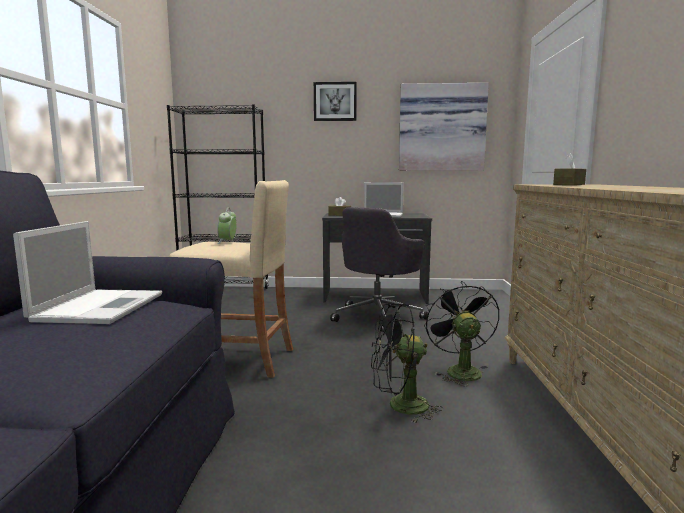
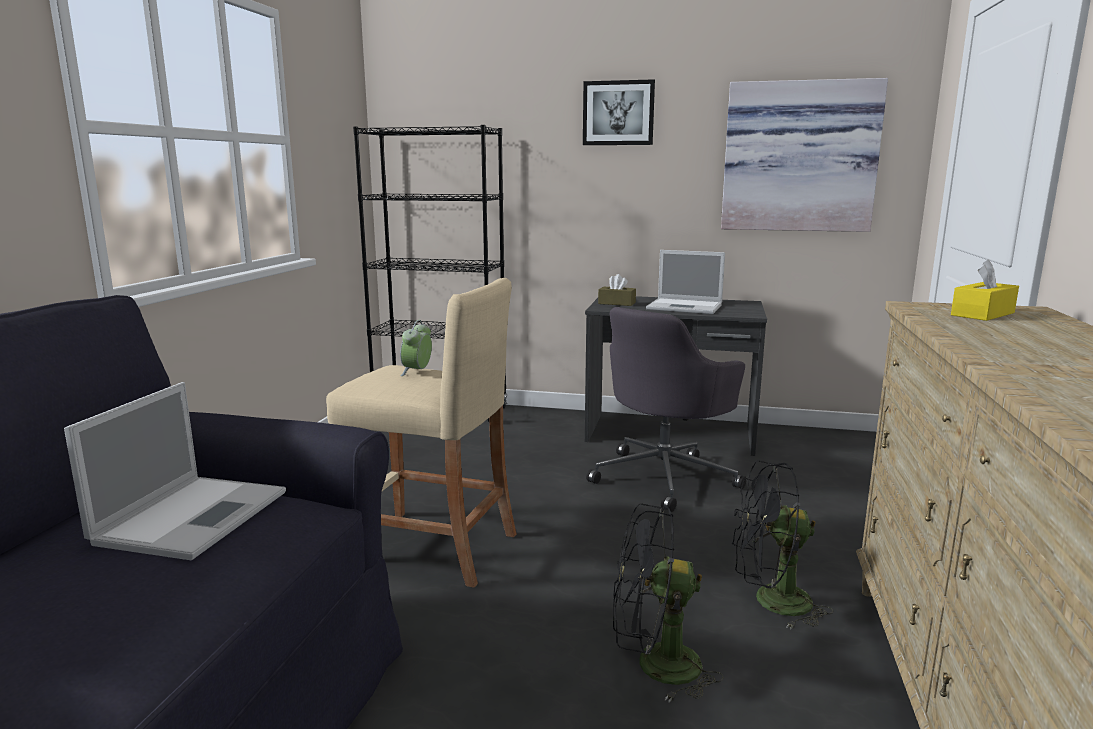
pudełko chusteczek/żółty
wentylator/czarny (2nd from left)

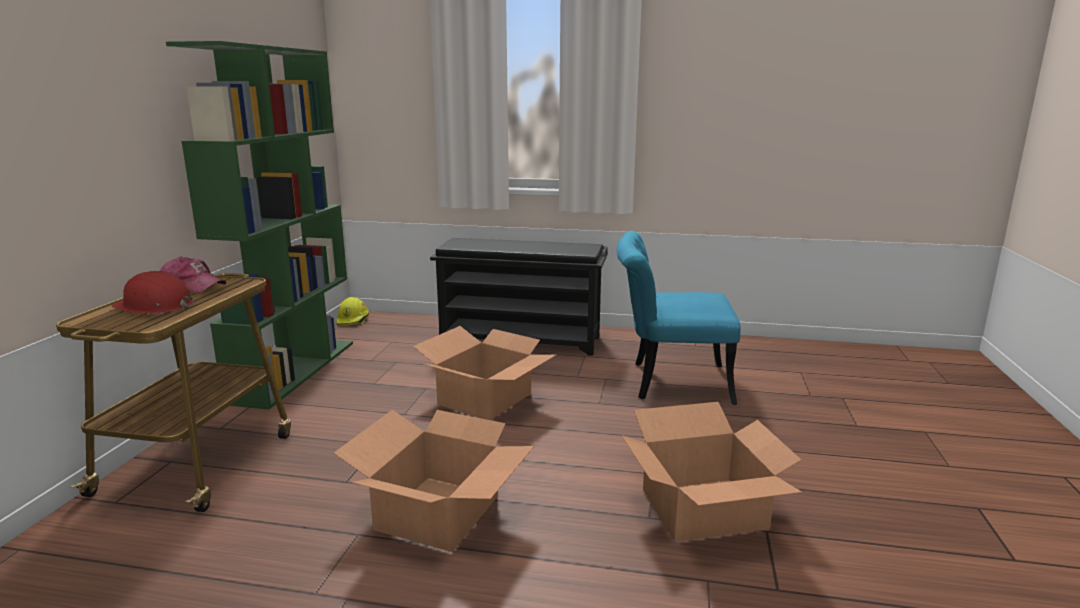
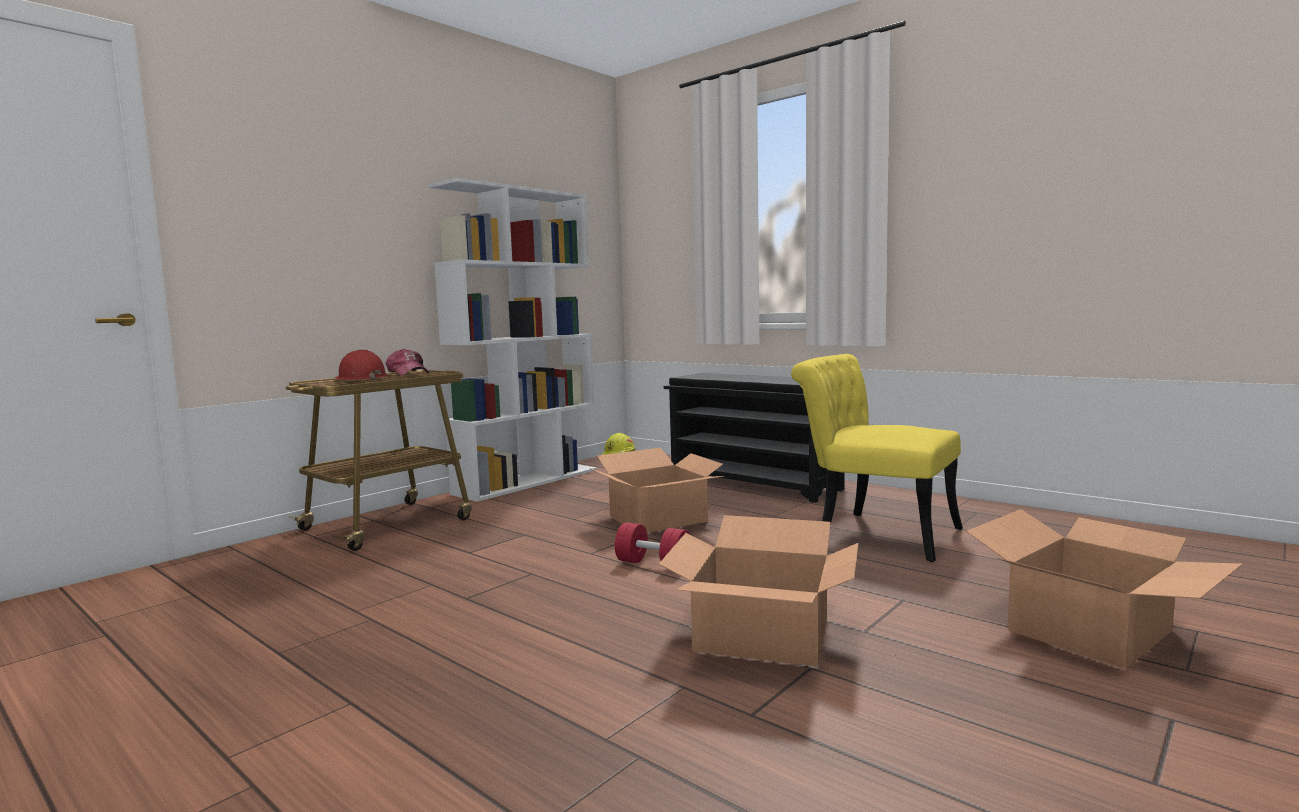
hantel/czerwony
karton (3rd from left)
regał/biały
krzesło/żółty

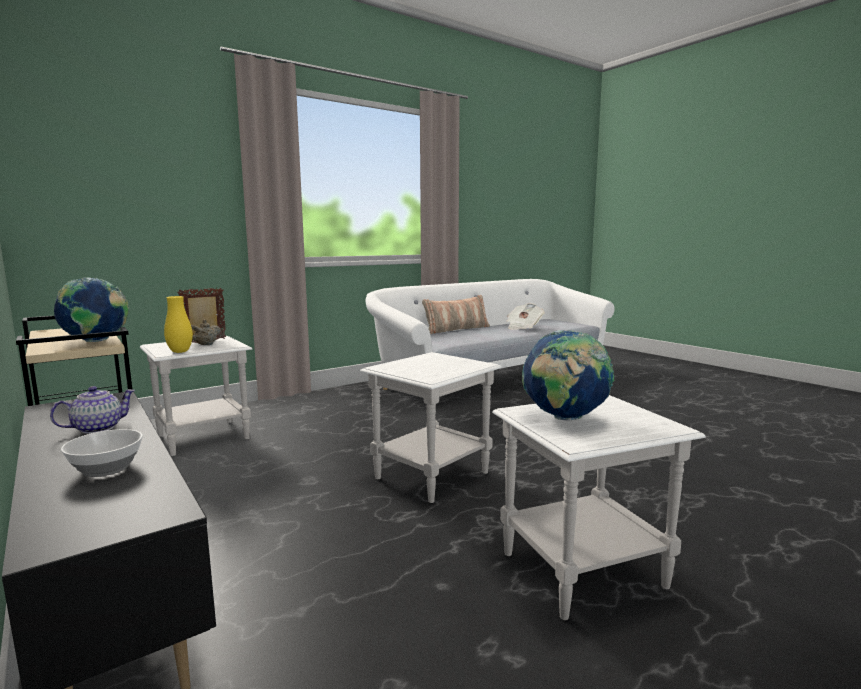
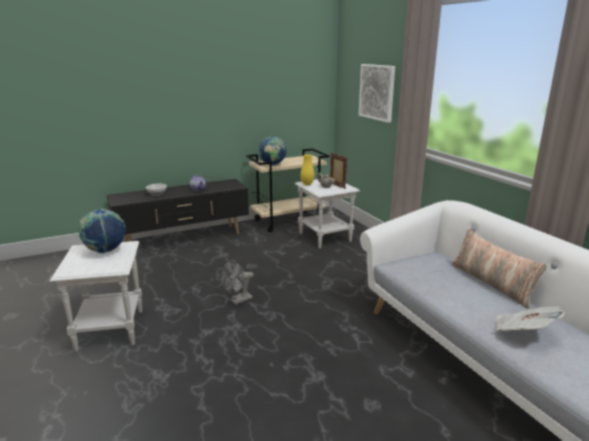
obraz
wentylator/szary

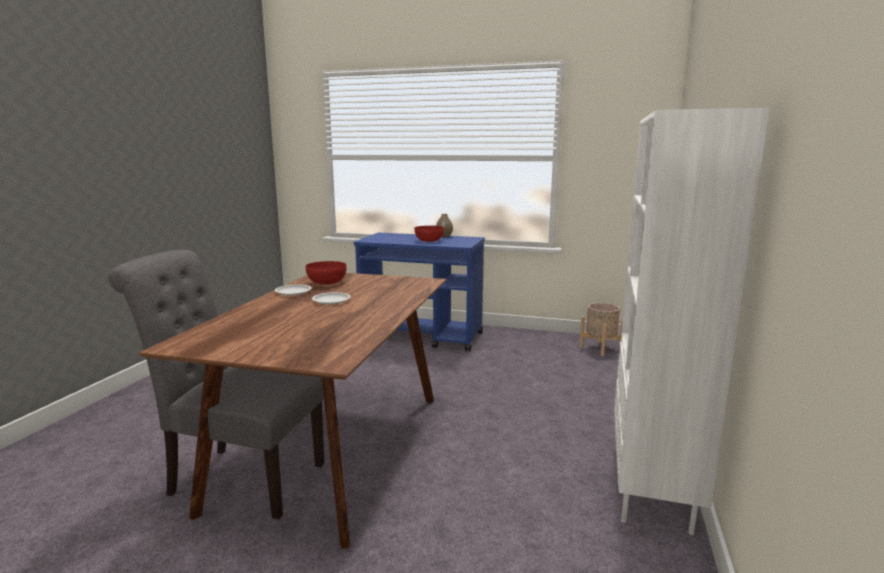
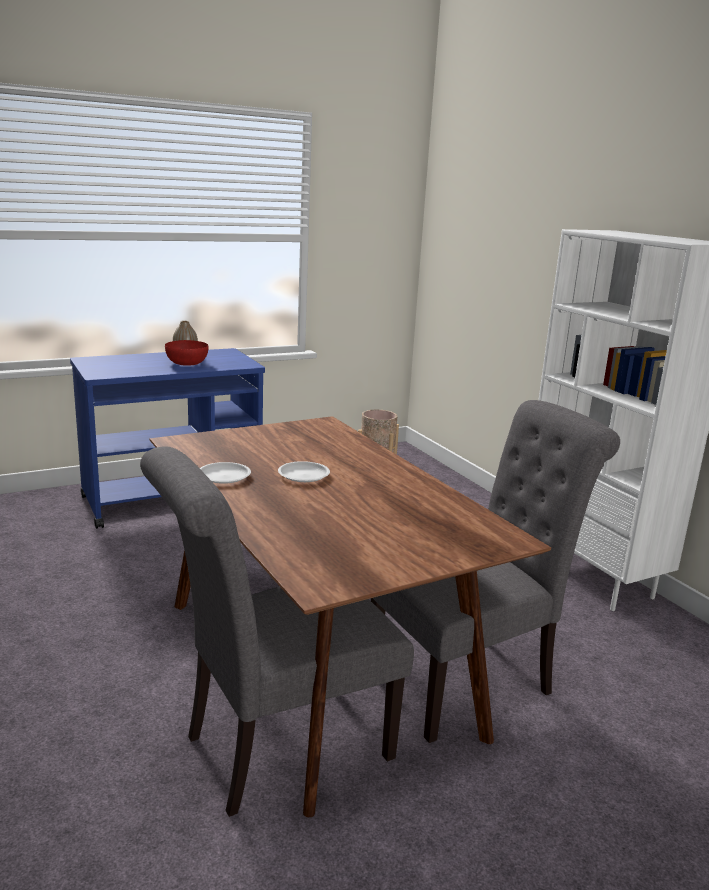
miska/czerwony (1st from left in the first image)
krzesło/szary (2nd from left)

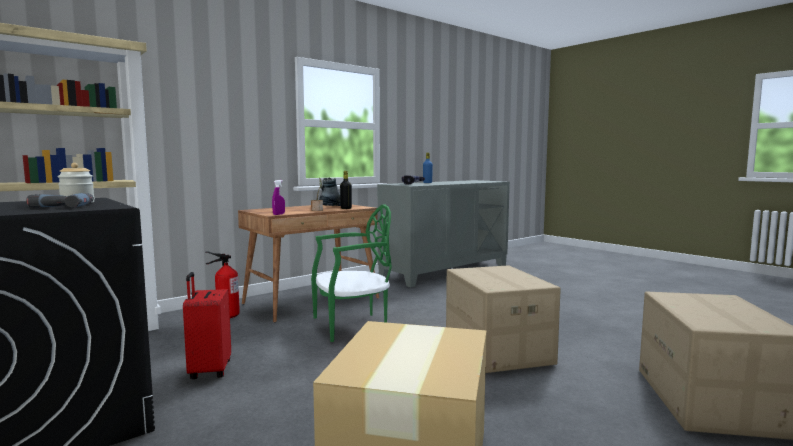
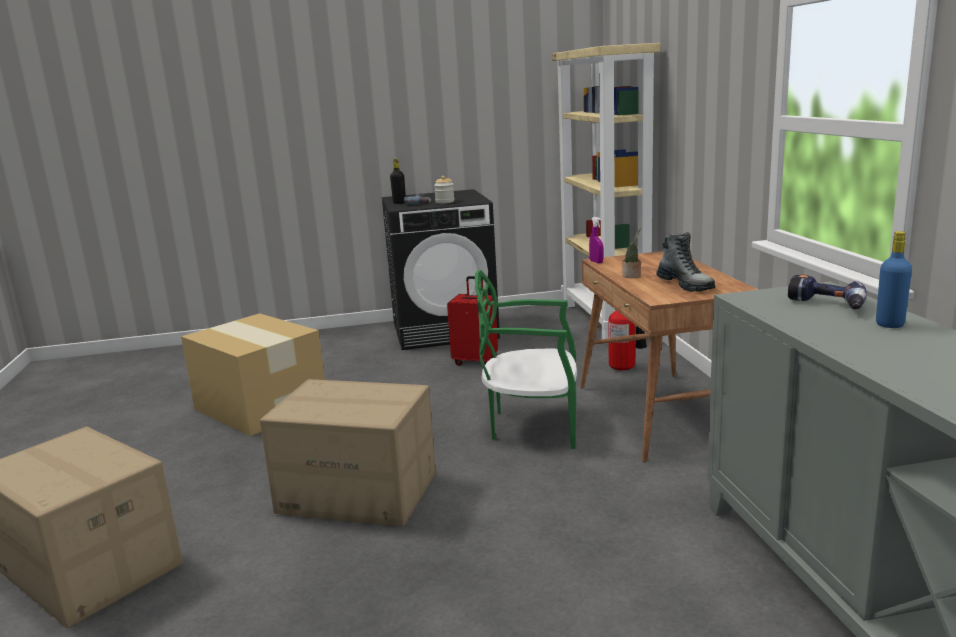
butelka/czarny
krzesło/zielony

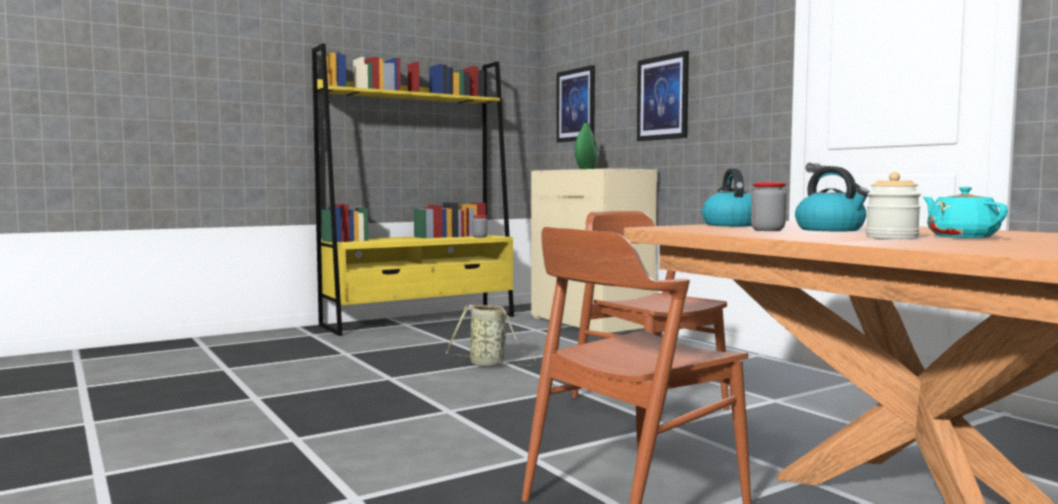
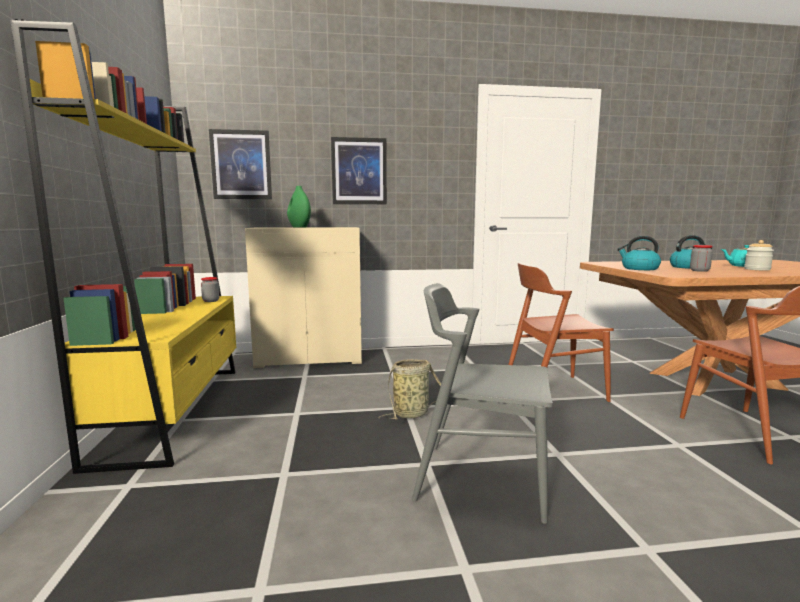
krzesło/szary

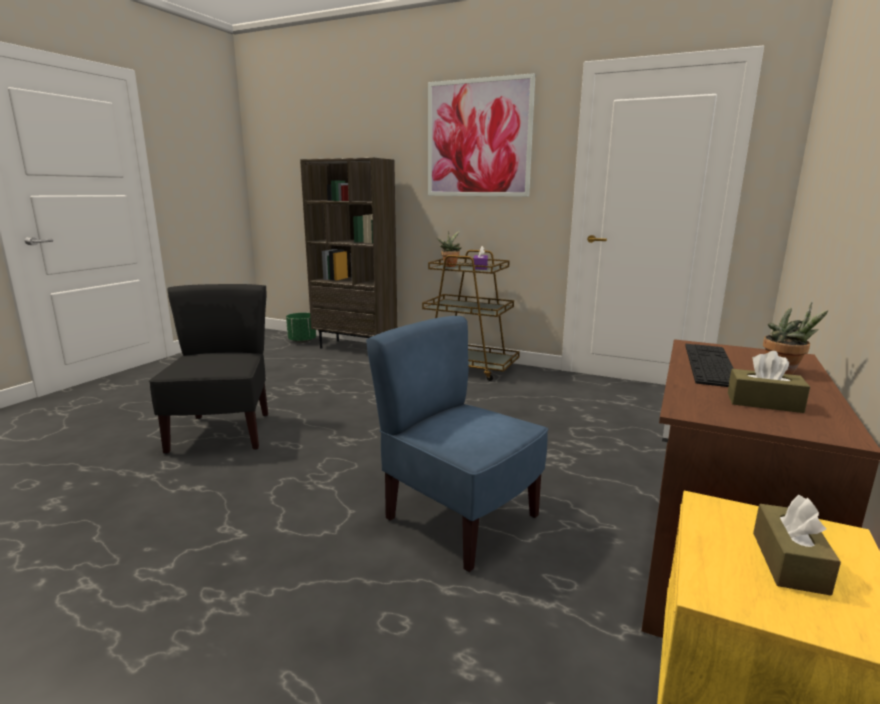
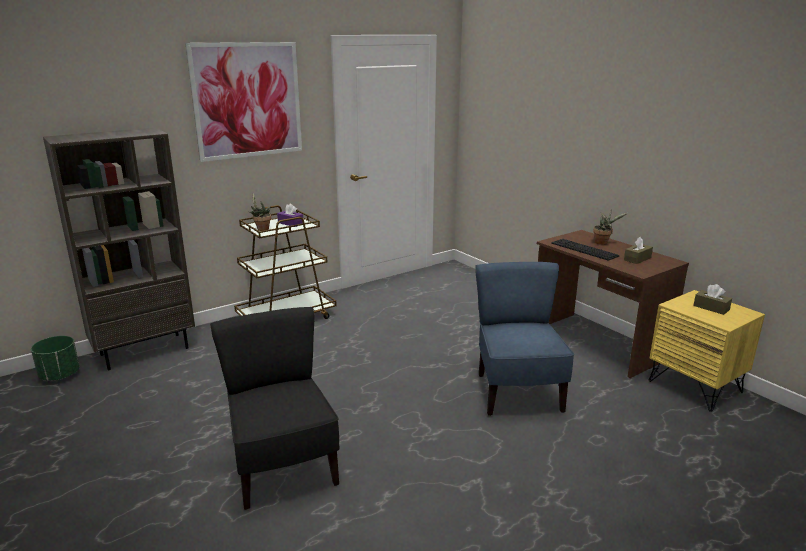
krzesło/czarny
krzesło/niebieski

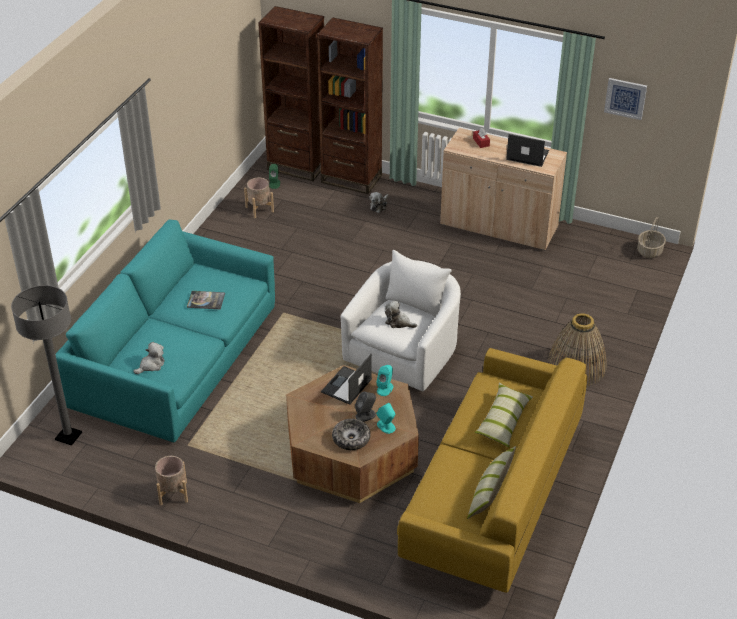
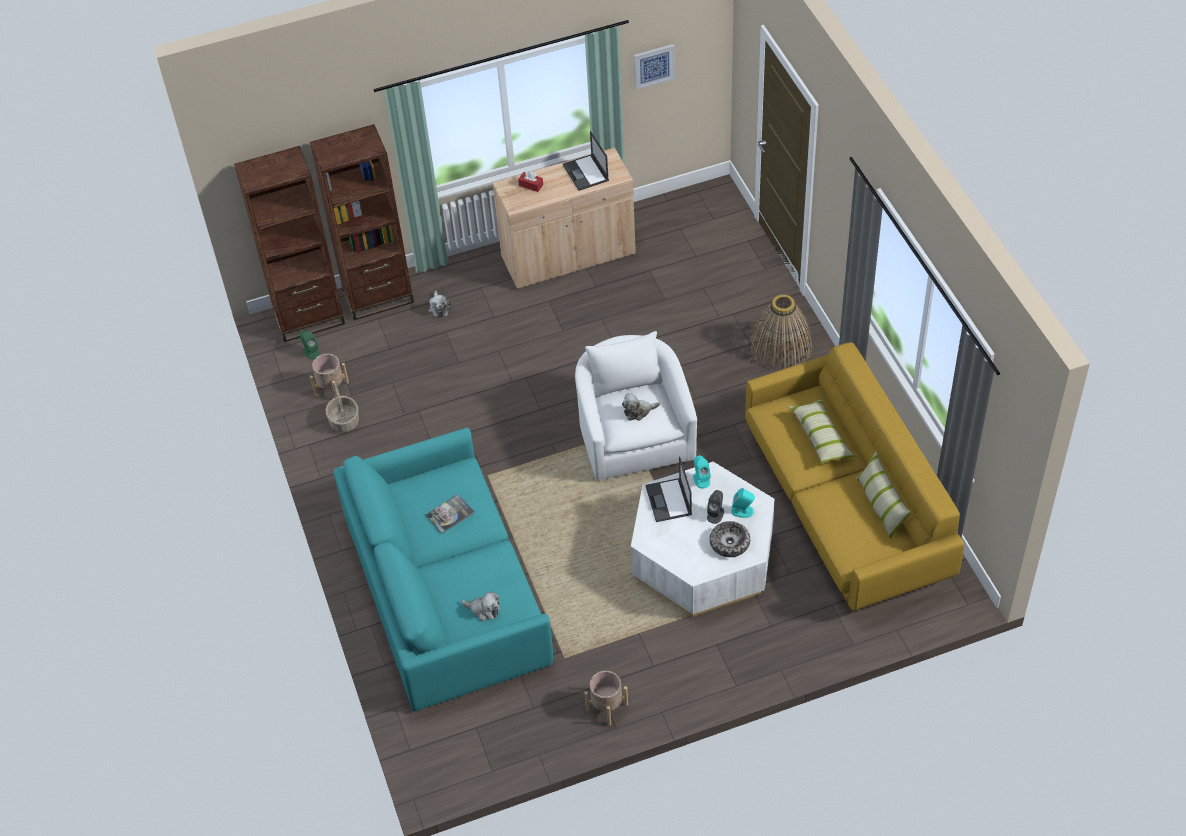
lampa stojąca/szary
koszyk (1st from left)
ława/biały
pluszak (2nd from left)
laptop (1st from left)

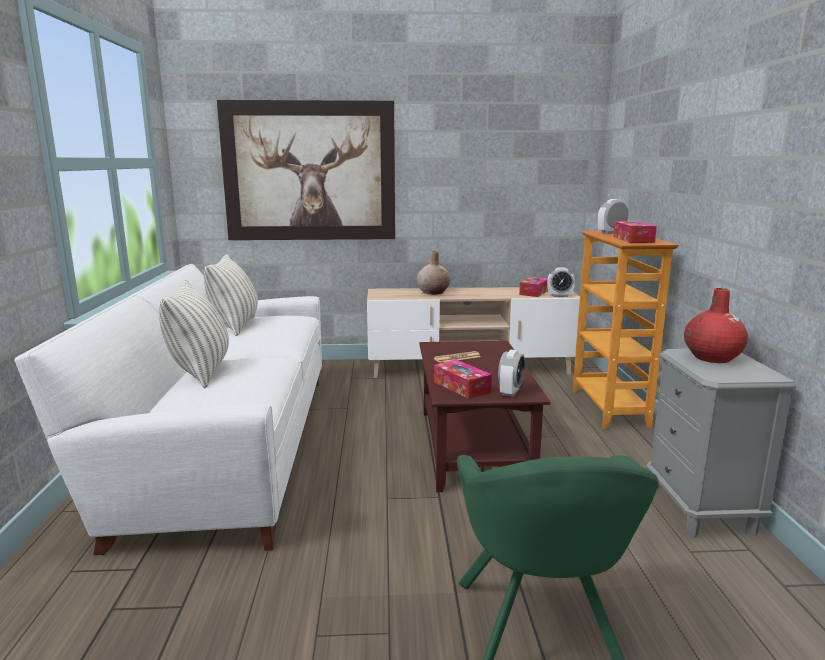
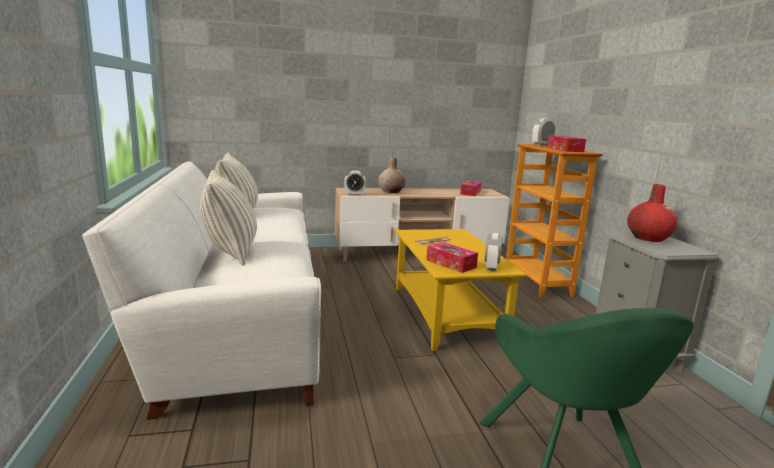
obraz
budzik (1st from left)
ława/żółty

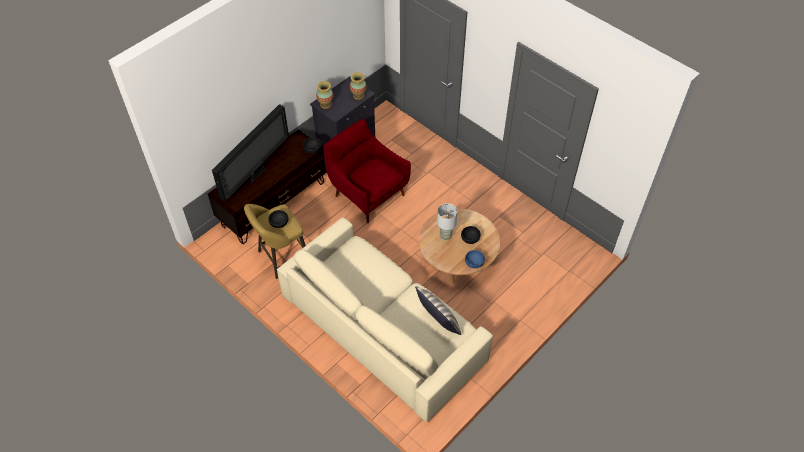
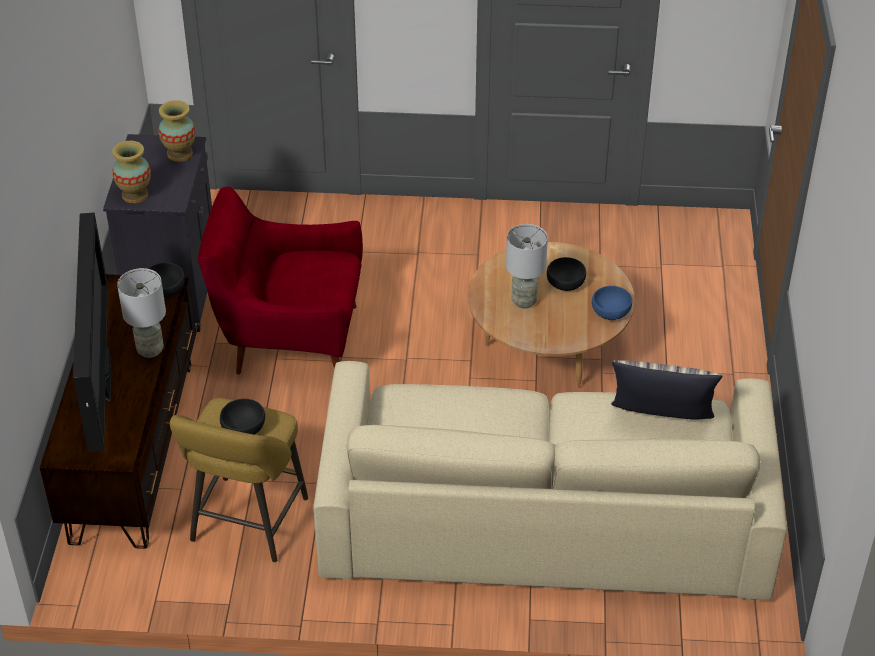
lampa stołowa/szary (1st from left)

